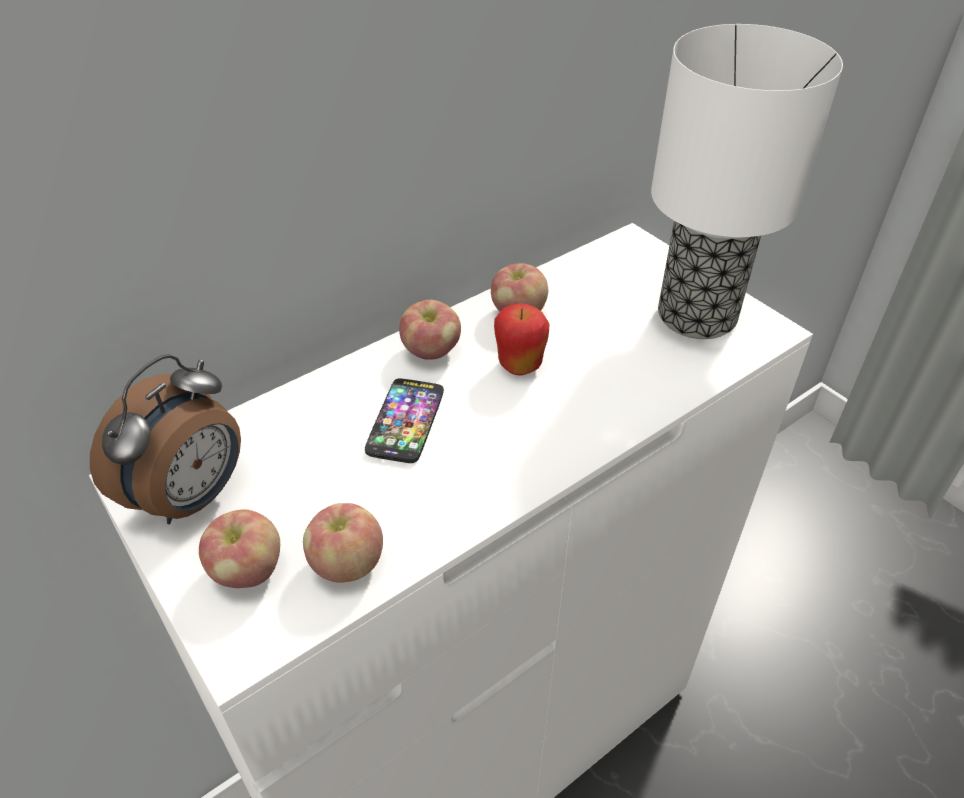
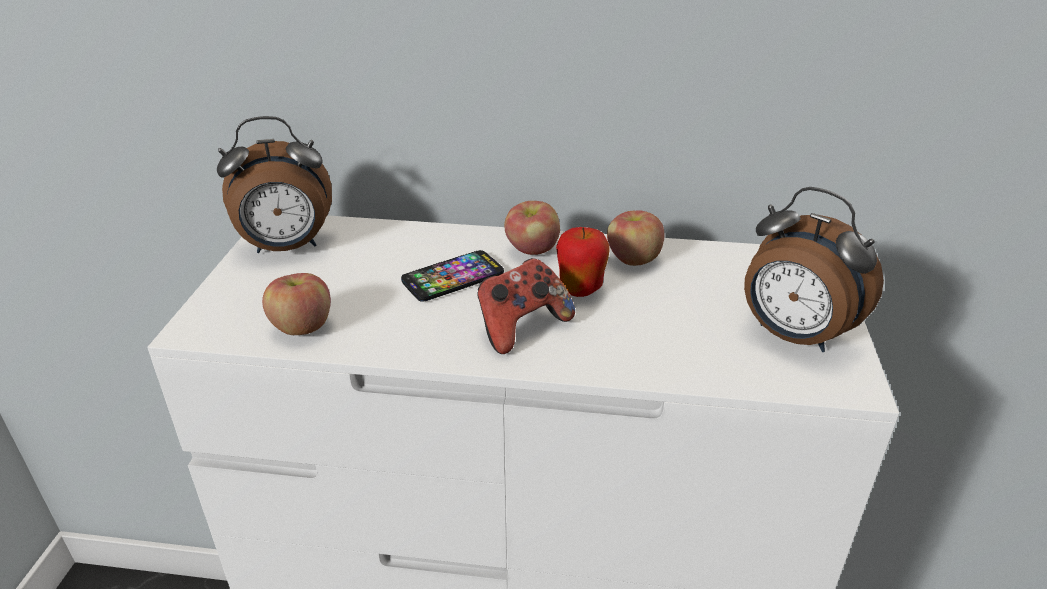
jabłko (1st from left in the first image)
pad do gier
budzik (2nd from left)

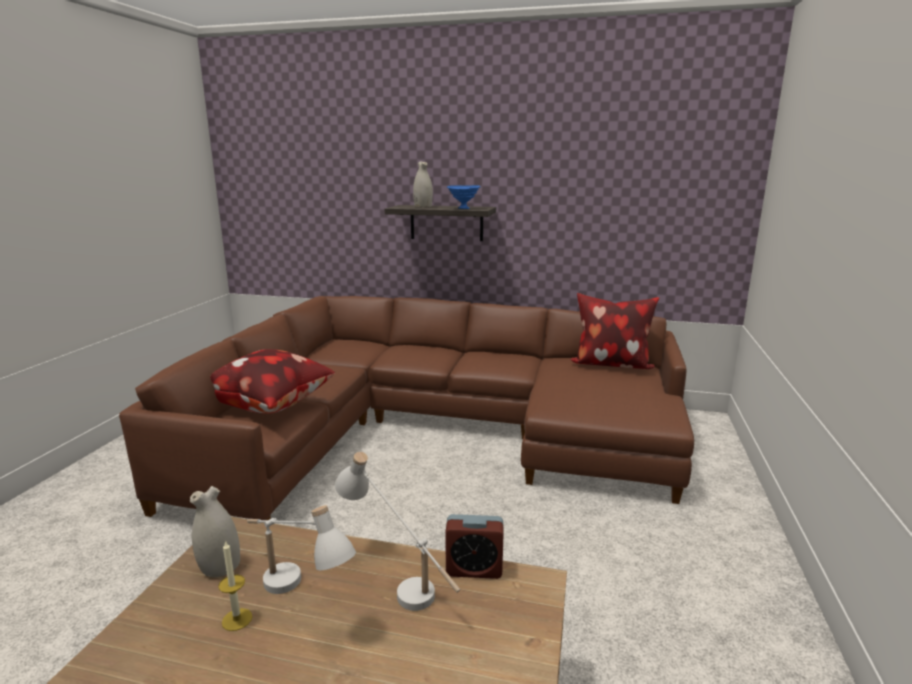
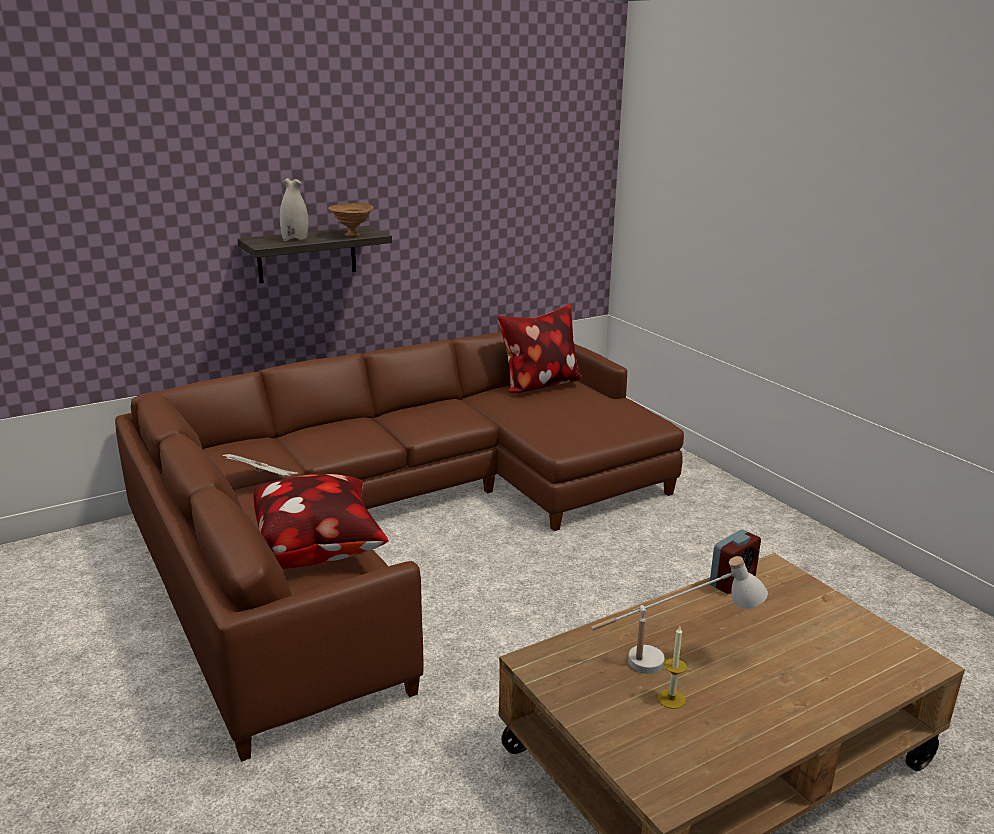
wazon/biały (1st from left in the first image)
lampa stołowa/biały (2nd from left in the first image)
gazeta
miska/brązowy

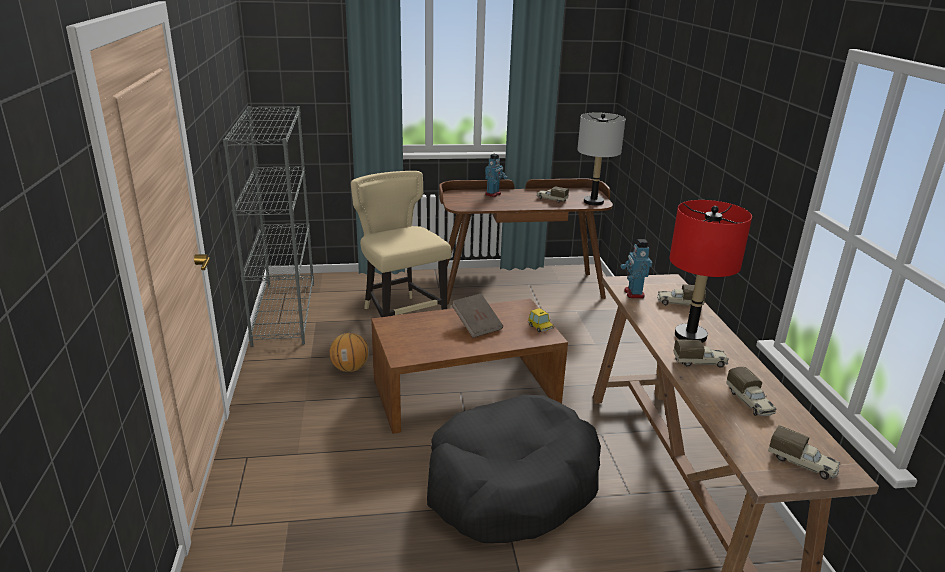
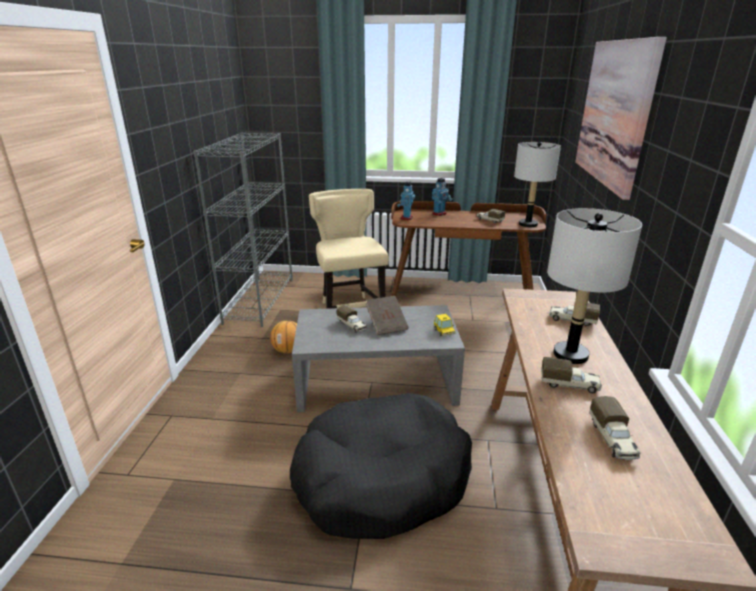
obraz
robot zabawkowy (1st from left)
ciężarówka zabawkowa (1st from left)
ława/szary
lampa stołowa/szary (2nd from left)

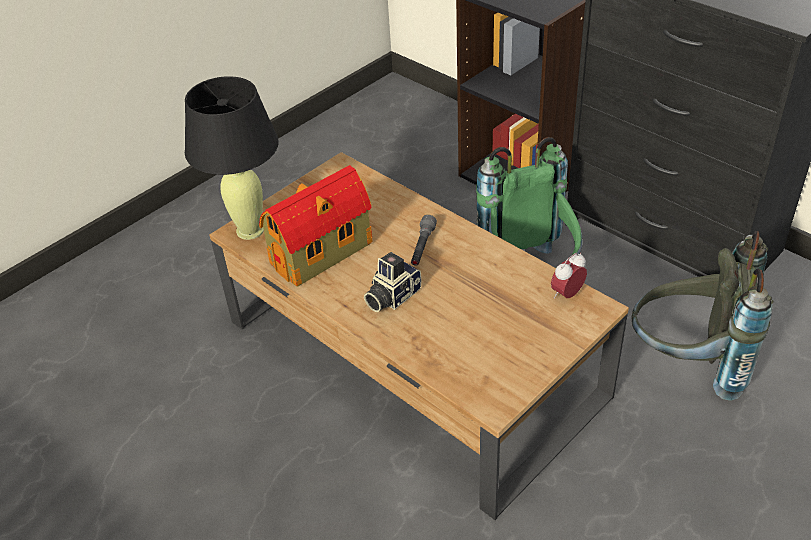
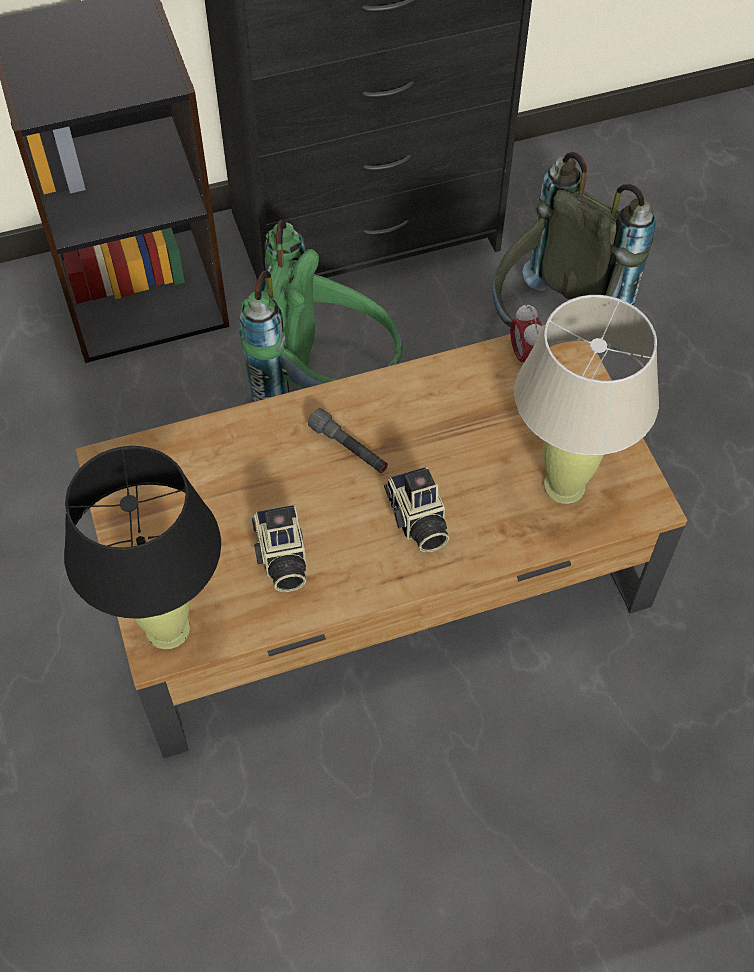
lampa stołowa/beżowy
aparat fotograficzny (1st from left)

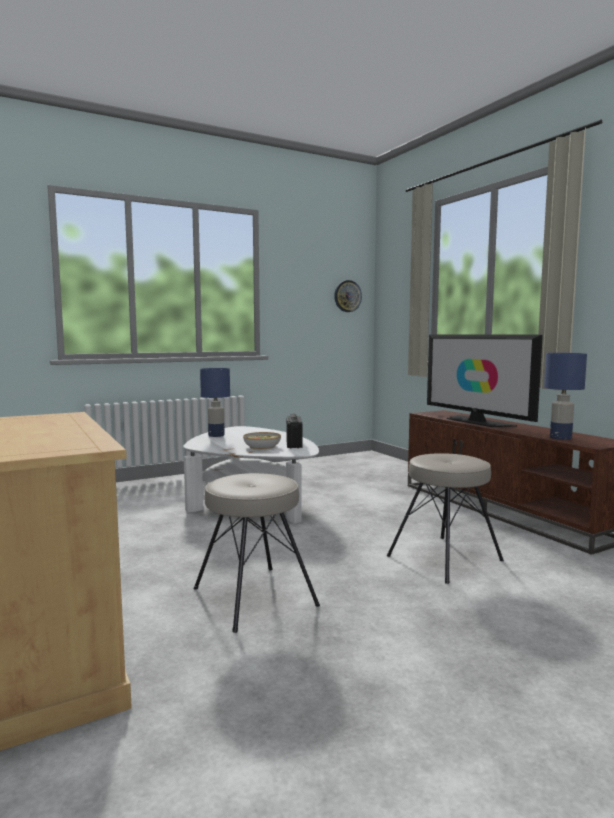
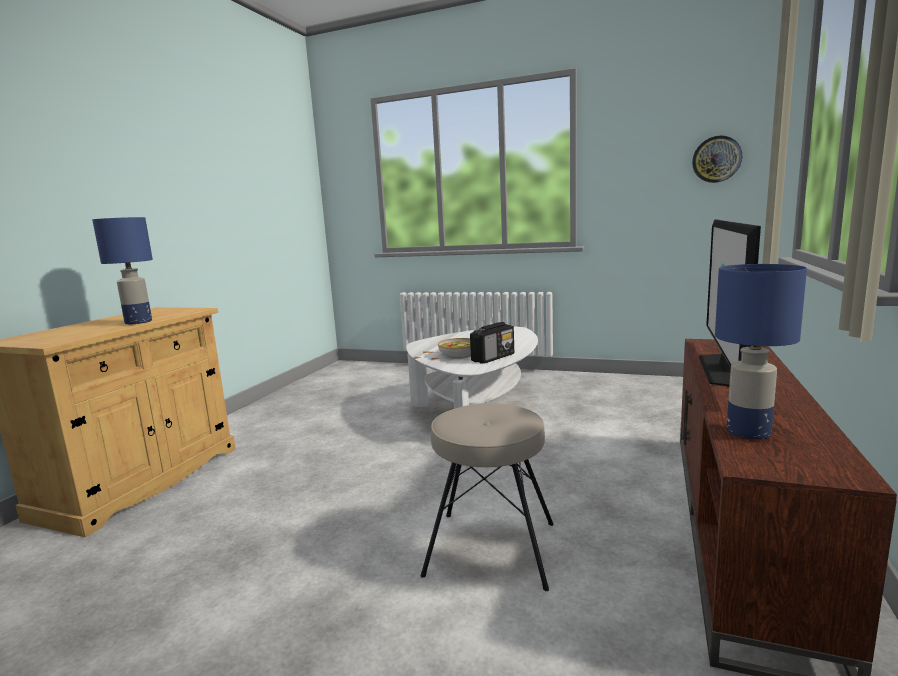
stołek/beżowy (1st from left in the first image)
lampa stołowa/niebieski (1st from left)

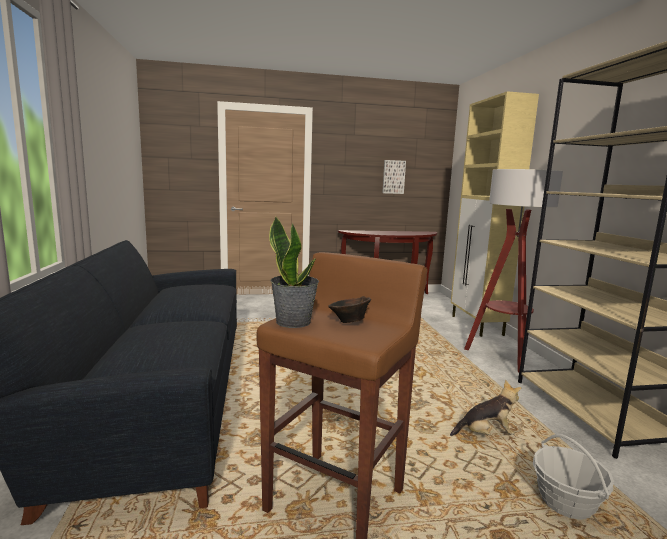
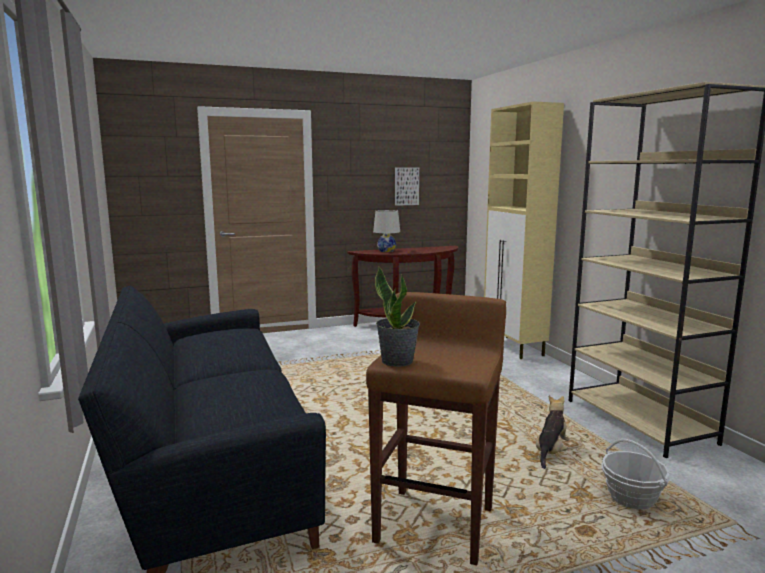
miska/brązowy
lampa stojąca
lampa stołowa/biały
pluszak

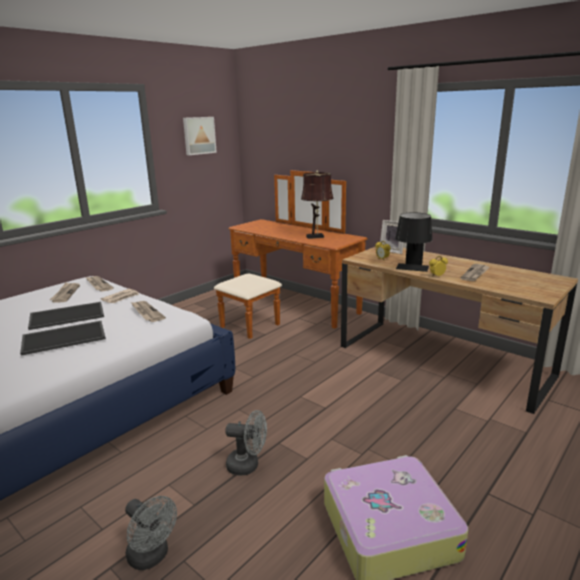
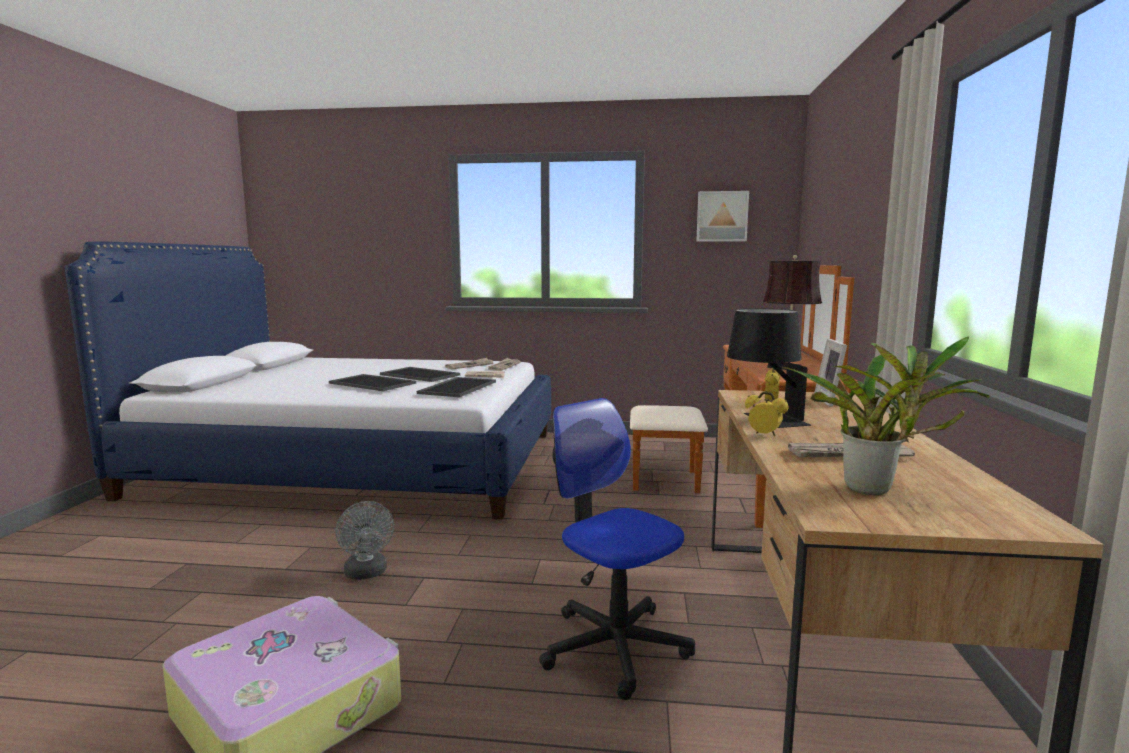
wentylator/szary (1st from left in the first image)
krzesło biurowe
roślina doniczkowa
taca (3rd from left)

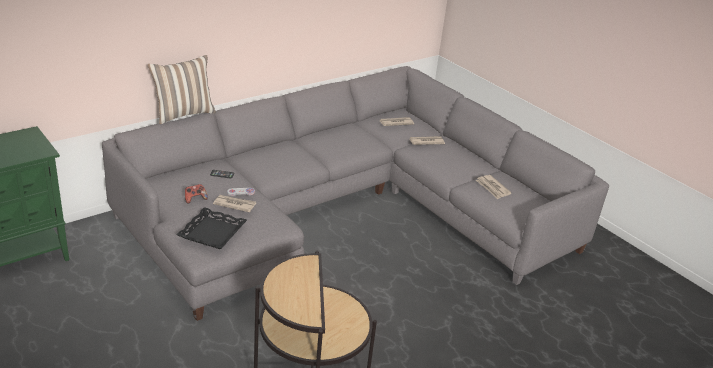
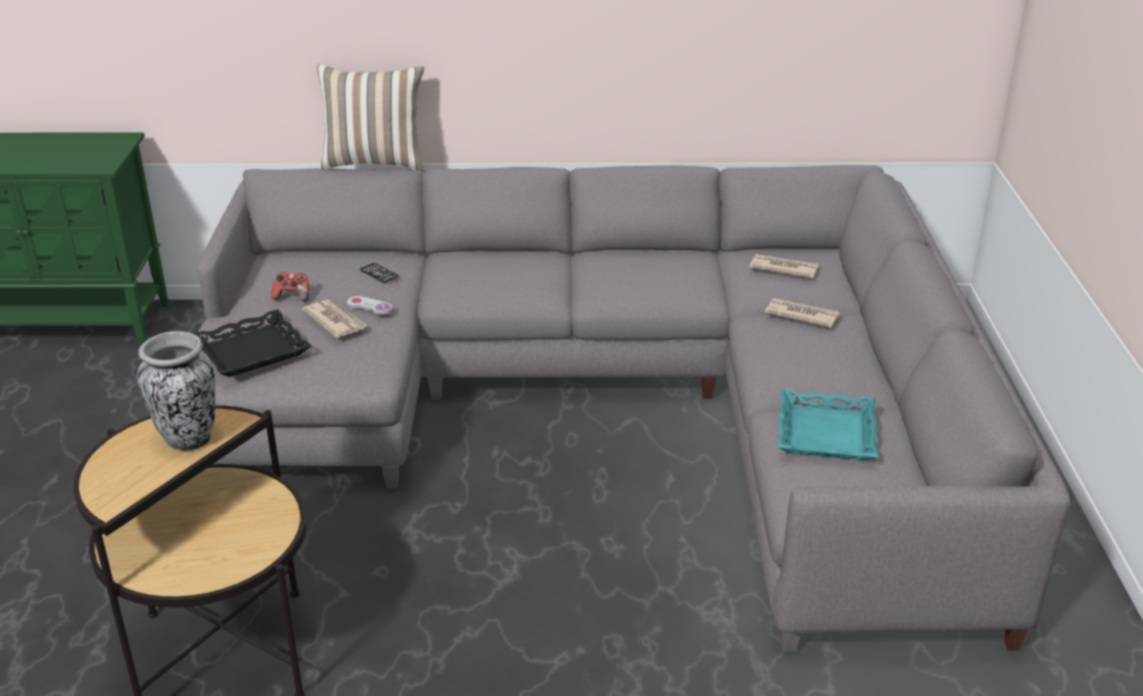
wazon
taca/turkusowy

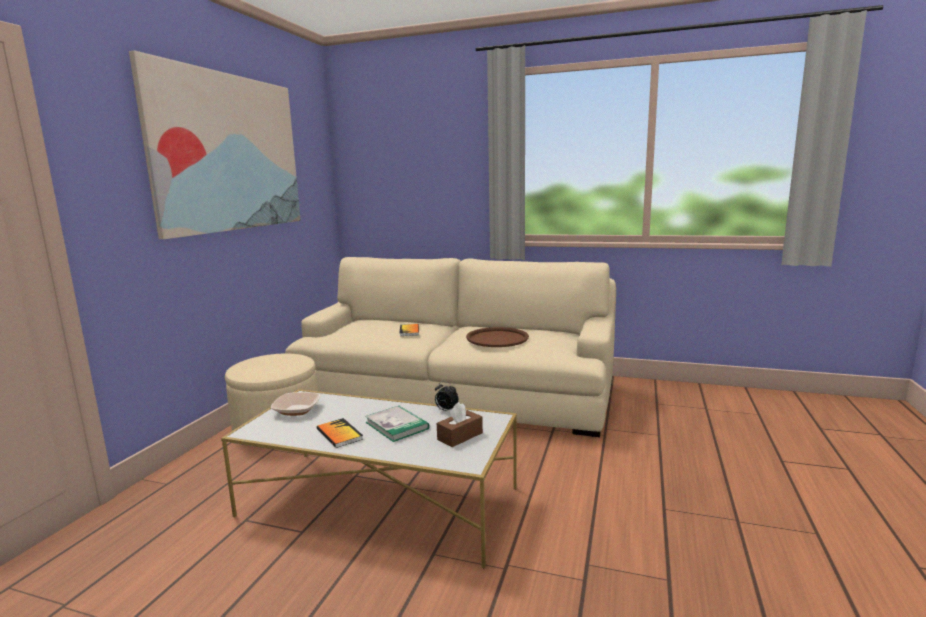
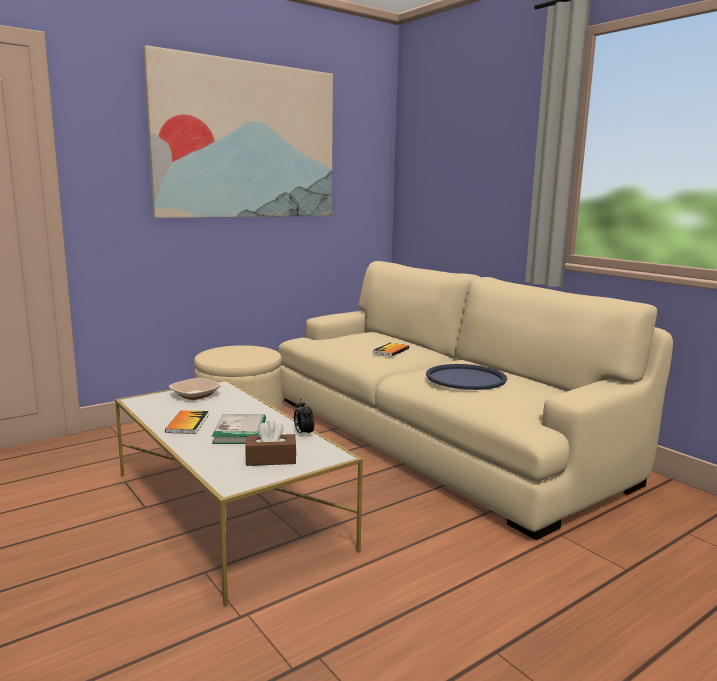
taca/niebieski

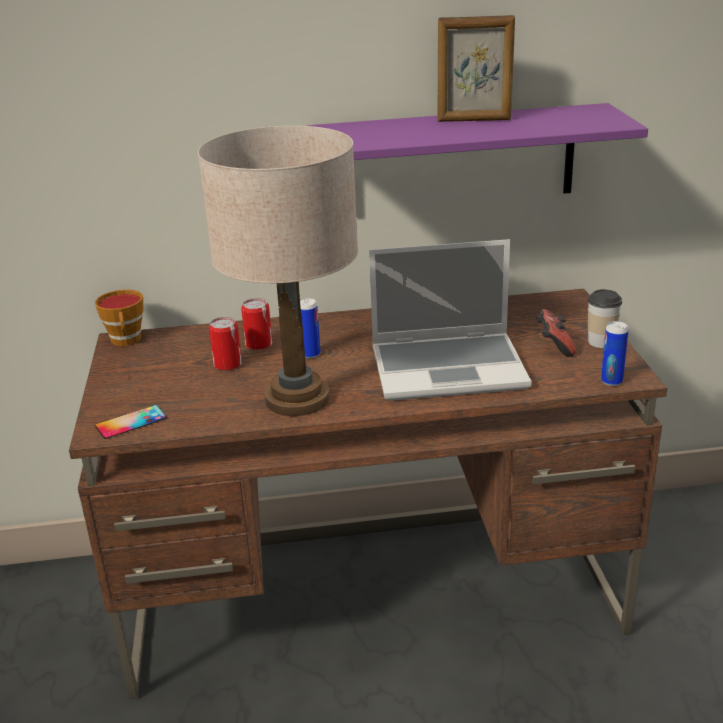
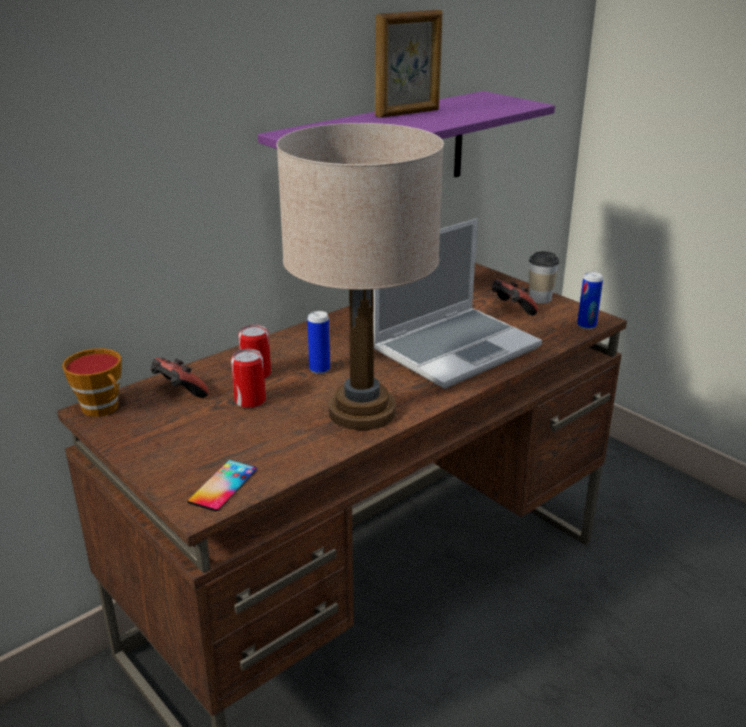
pad do gier (1st from left)

